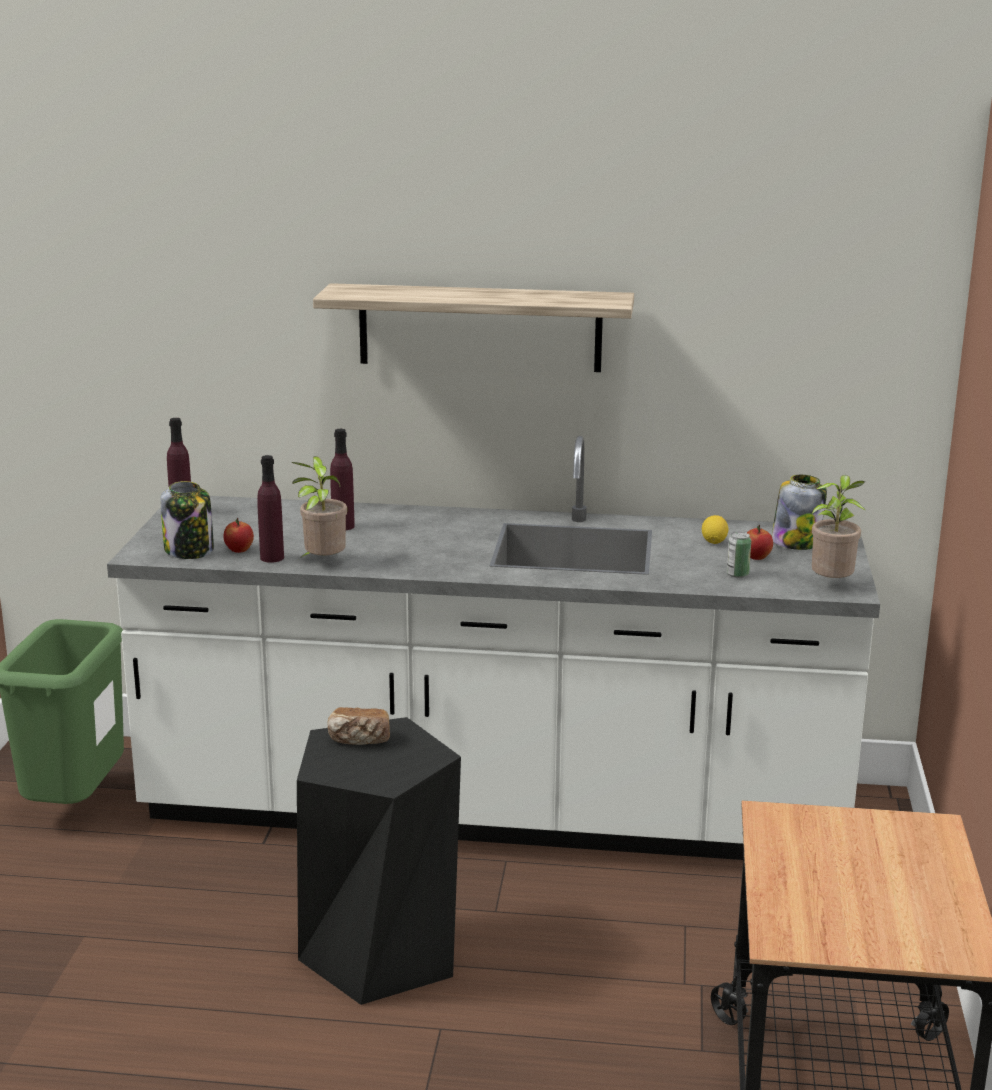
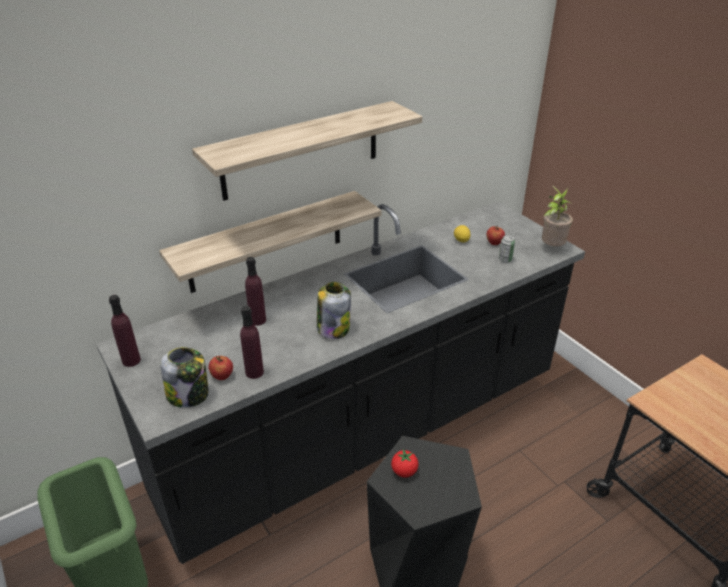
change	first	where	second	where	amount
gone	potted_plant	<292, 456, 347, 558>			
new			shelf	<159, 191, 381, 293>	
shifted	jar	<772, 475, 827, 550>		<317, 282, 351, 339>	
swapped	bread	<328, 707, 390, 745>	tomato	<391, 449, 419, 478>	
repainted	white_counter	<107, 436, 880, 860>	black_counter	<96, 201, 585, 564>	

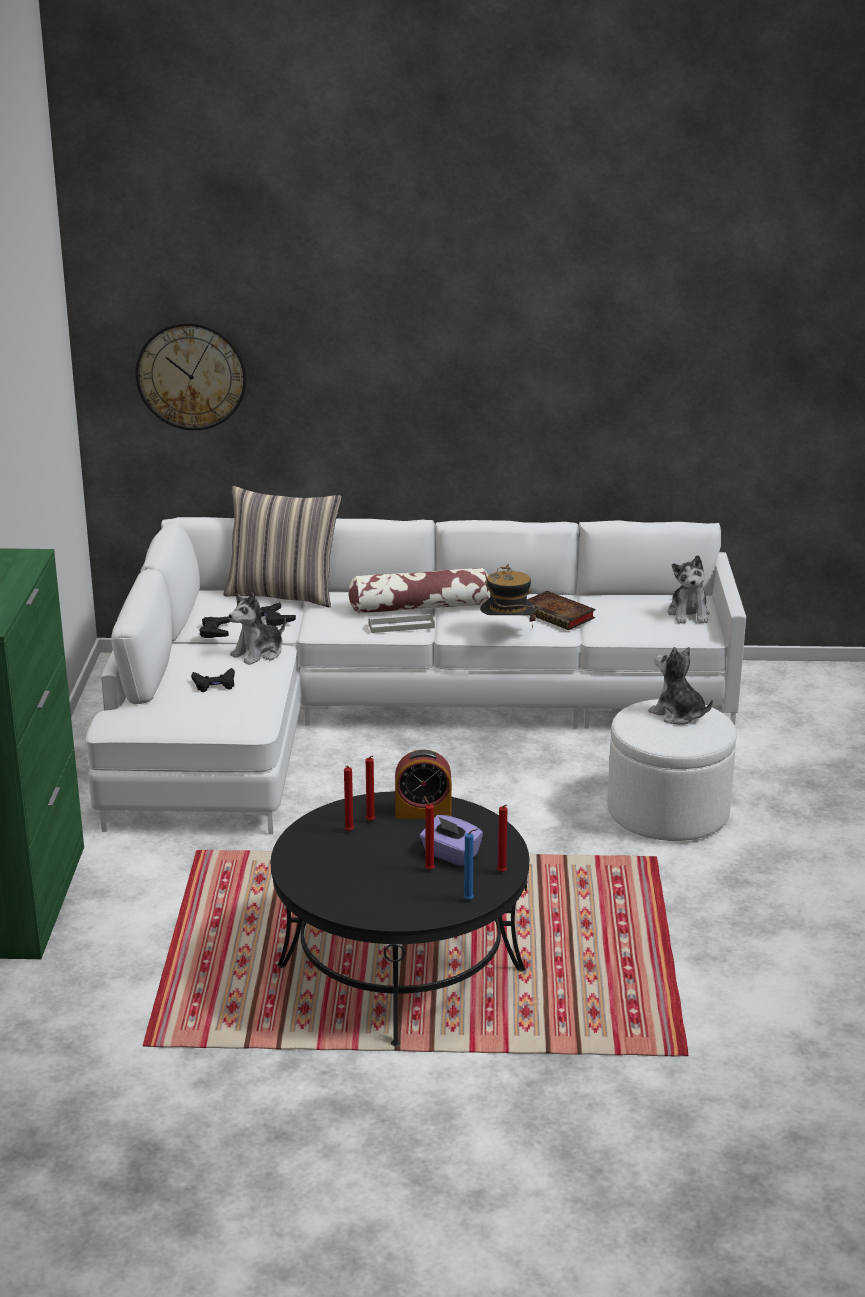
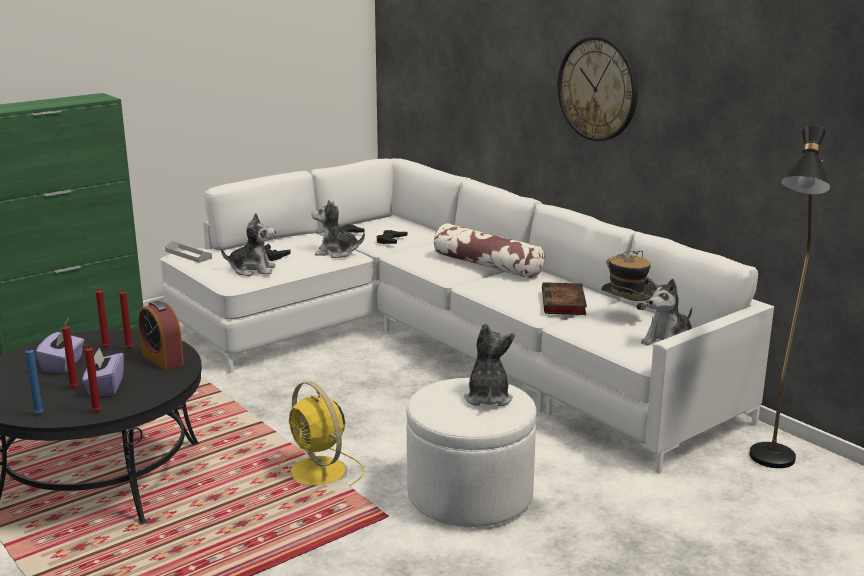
change	first	where	second	where	amount
gone	pillow	<223, 486, 341, 607>			
new			purple_tissue_box	<35, 332, 84, 373>	
new			plush_toy	<221, 213, 276, 276>	
new			yellow_fan	<276, 381, 364, 486>	
new			black_floor_lamp	<750, 125, 831, 468>	
shifted	wall_clock	<135, 322, 247, 430>		<558, 36, 638, 141>	
shifted	grey_tray	<369, 614, 435, 633>		<165, 241, 212, 263>	
shifted	hat	<480, 564, 539, 629>		<601, 250, 653, 320>	

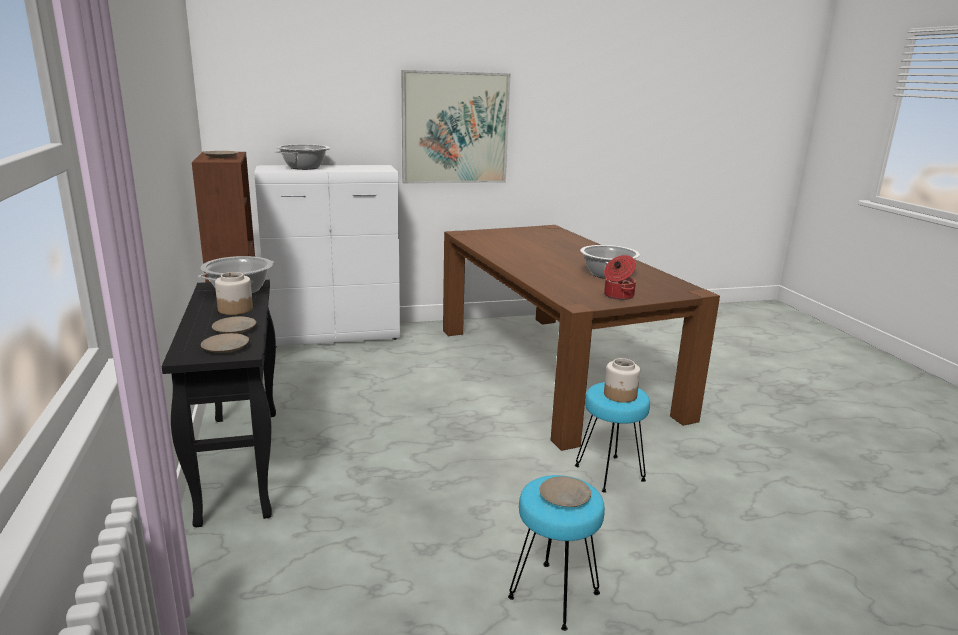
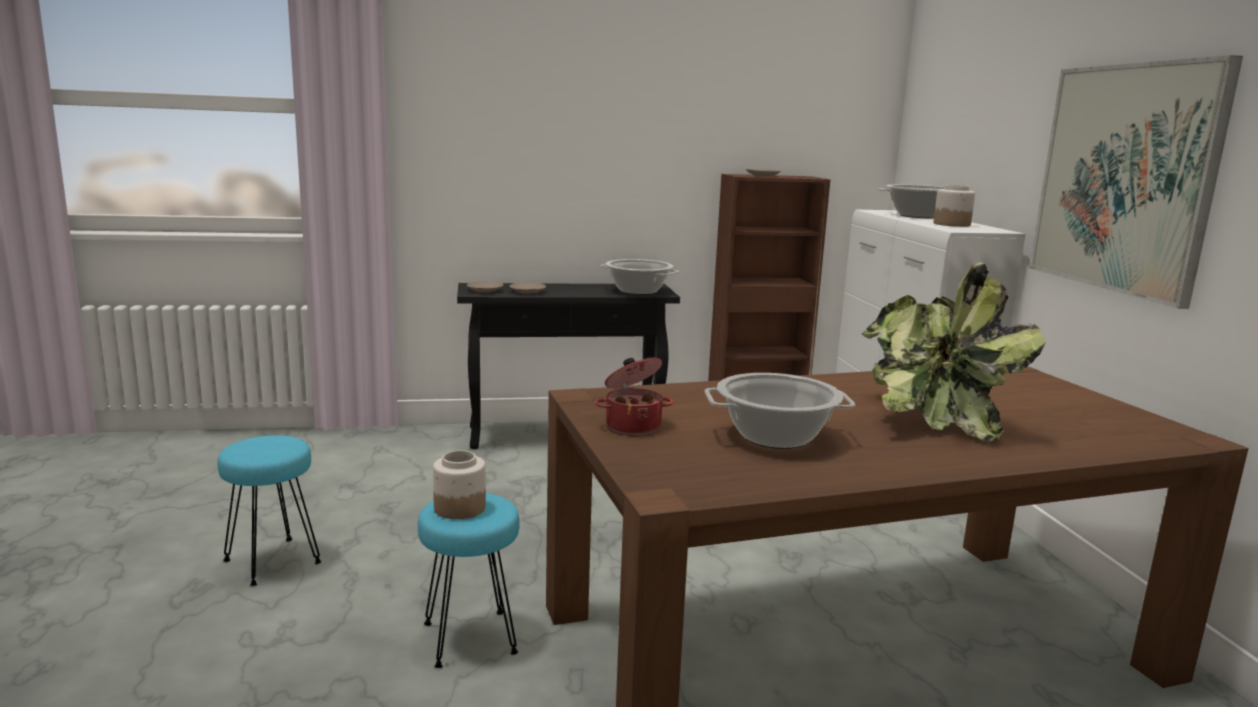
change	first	where	second	where	amount
gone	beige_plate	<540, 476, 591, 507>			
new			potted_plant	<862, 262, 1046, 441>	
shifted	jar	<215, 272, 253, 315>		<933, 185, 975, 227>	

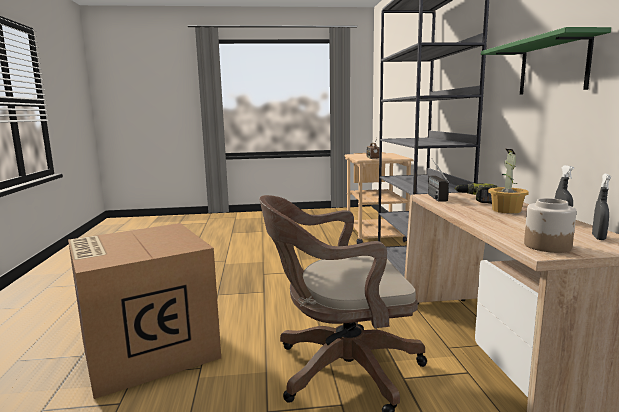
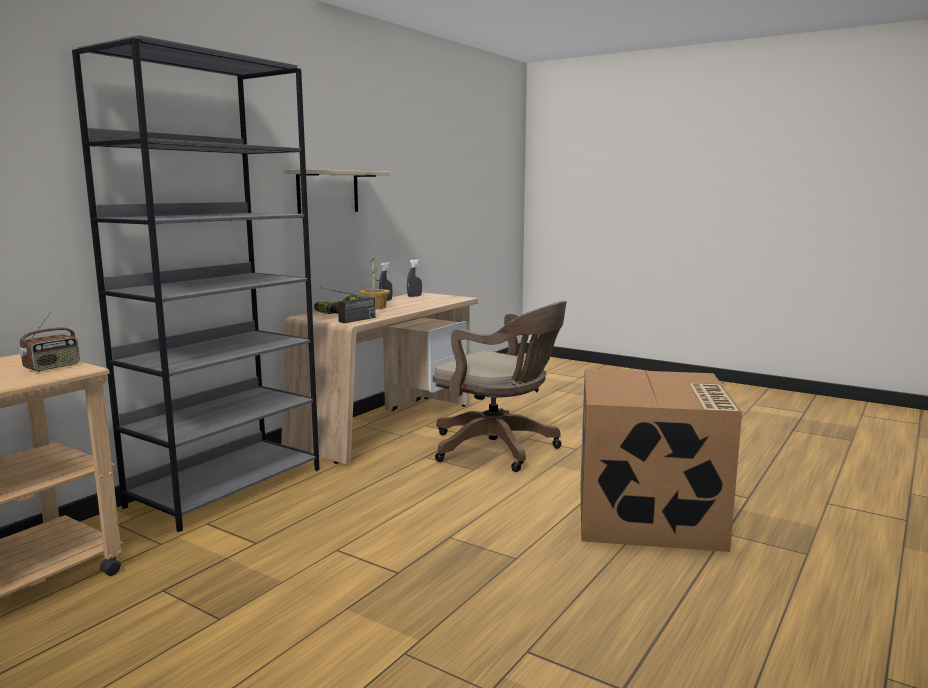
change	first	where	second	where	amount
gone	jar	<524, 198, 576, 253>			
repainted	green_shelf	<481, 27, 611, 95>	beige_shelf	<284, 169, 390, 214>	

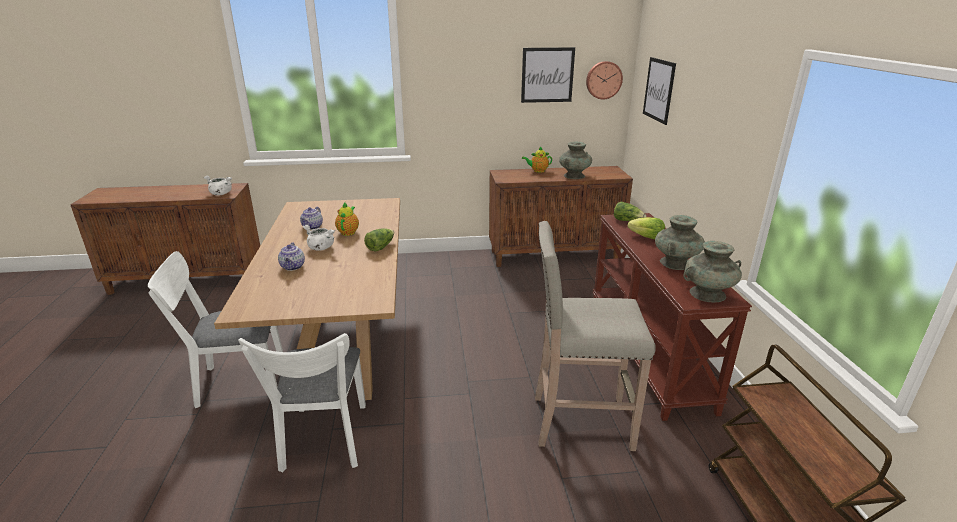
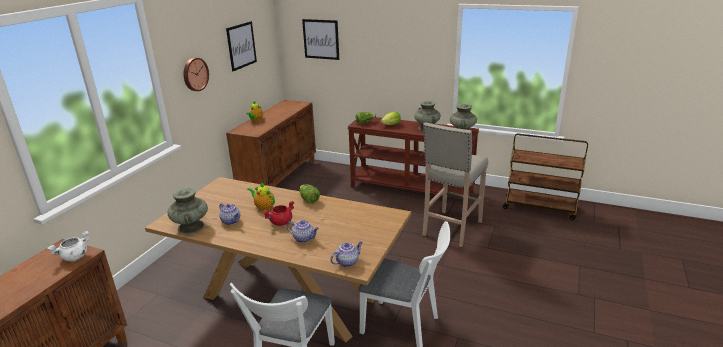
change	first	where	second	where	amount
new			teapot	<330, 241, 363, 267>	
shifted	turquoise_vase	<559, 142, 592, 179>		<167, 188, 208, 233>	
shifted	wall_clock	<586, 61, 623, 100>		<184, 58, 209, 91>	
repainted	white_cooking_pot	<303, 225, 335, 251>	red_cooking_pot	<262, 201, 295, 226>	

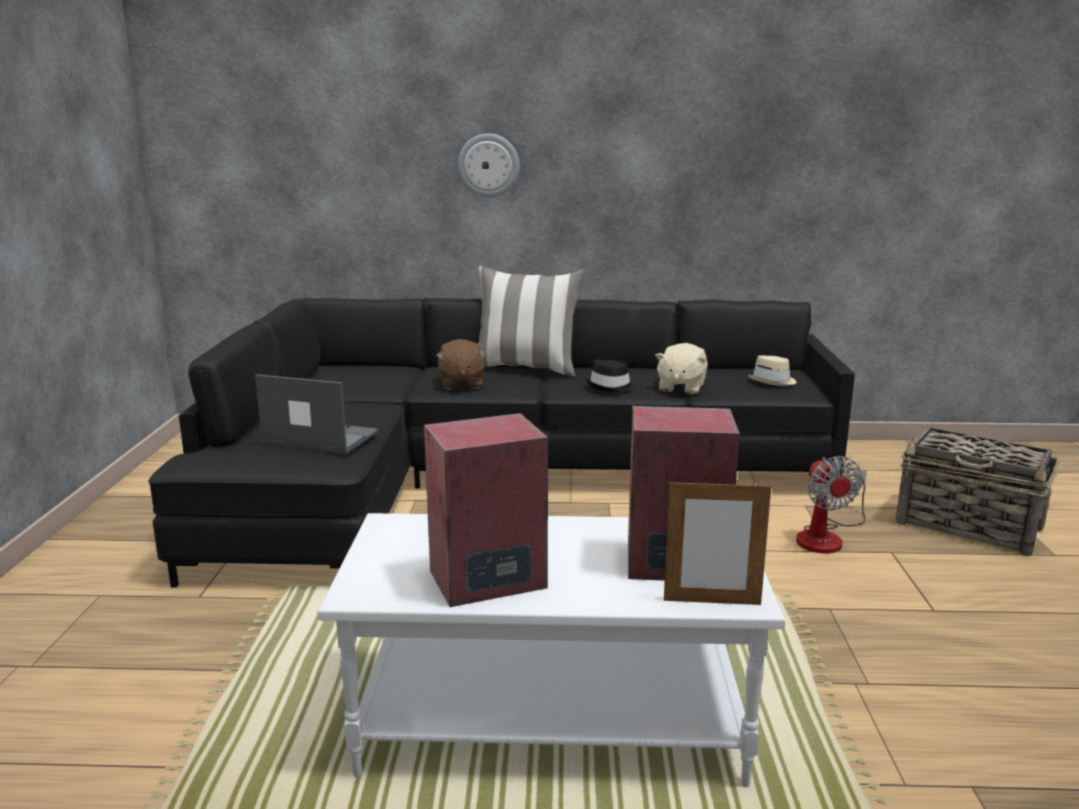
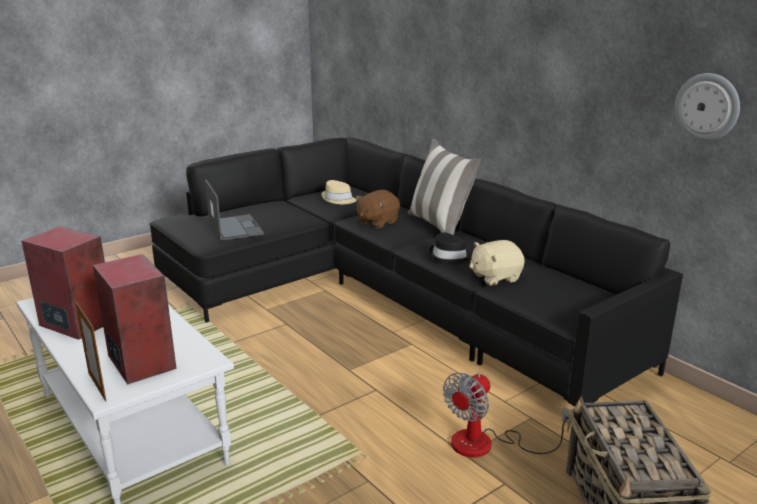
change	first	where	second	where	amount
shifted	wall_clock	<458, 133, 519, 197>		<675, 73, 740, 141>	
shifted	beige_hat	<748, 355, 796, 386>		<321, 180, 357, 204>	

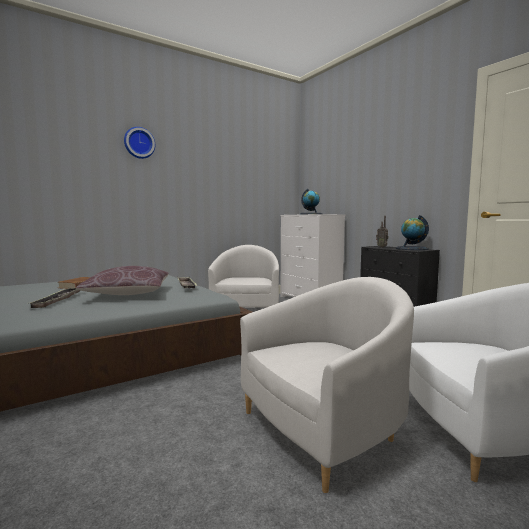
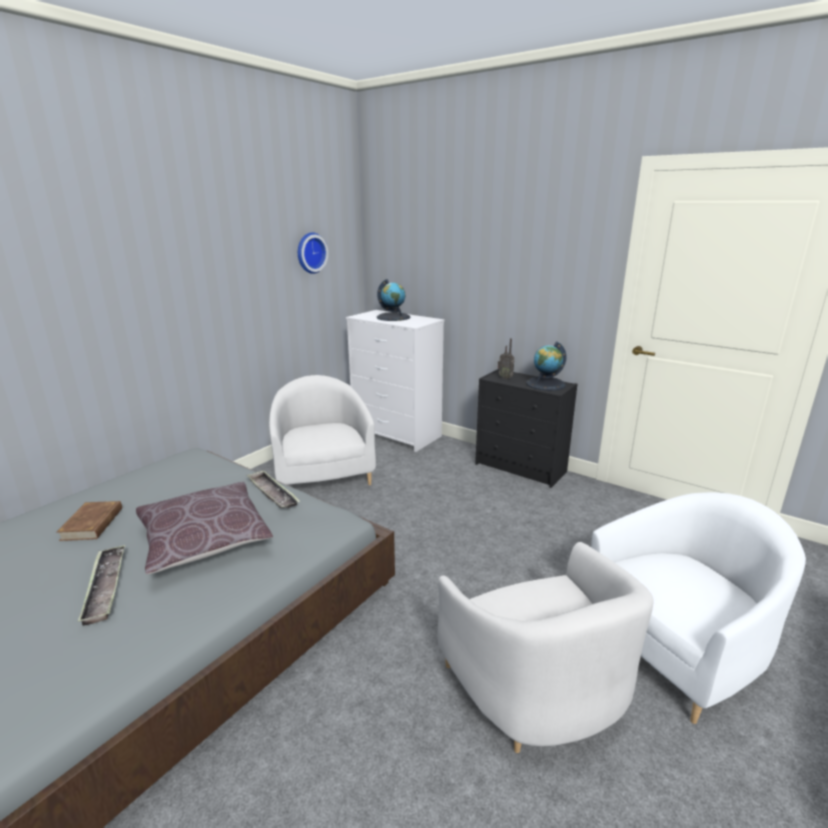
change	first	where	second	where	amount
shifted	wall_clock	<124, 127, 155, 159>		<298, 232, 328, 274>	
rotated	white_armchair	<240, 277, 414, 493>		<438, 542, 654, 753>	120 degrees clockwise

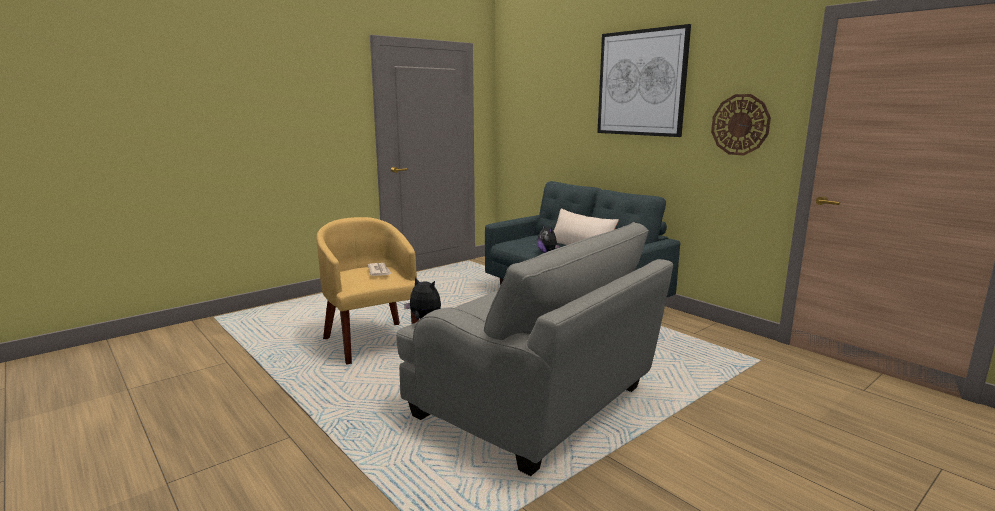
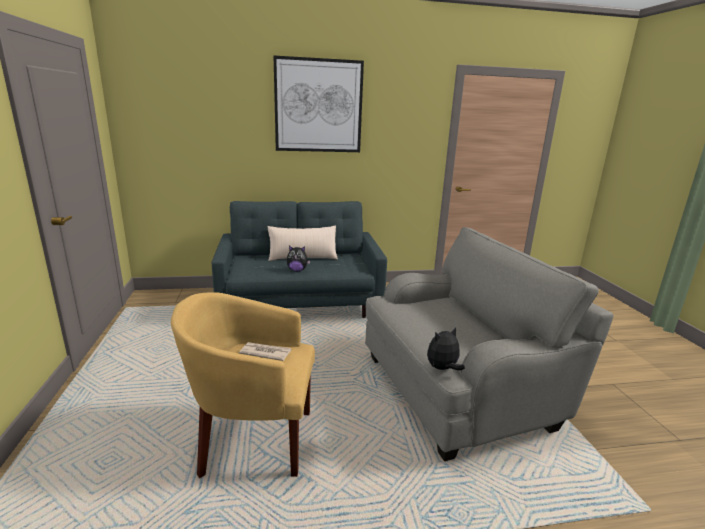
change	first	where	second	where	amount
gone	wall_clock	<711, 94, 771, 156>			

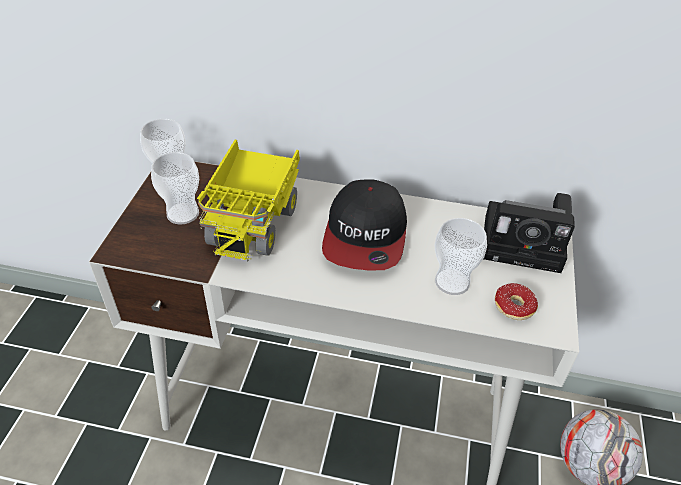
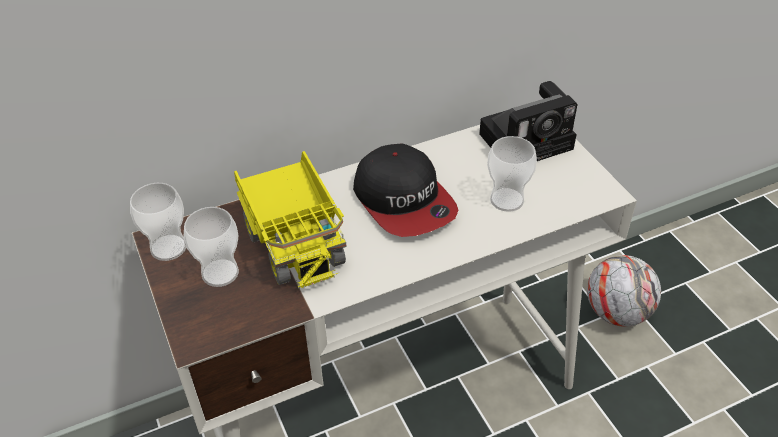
change	first	where	second	where	amount
gone	donut	<495, 283, 538, 320>			

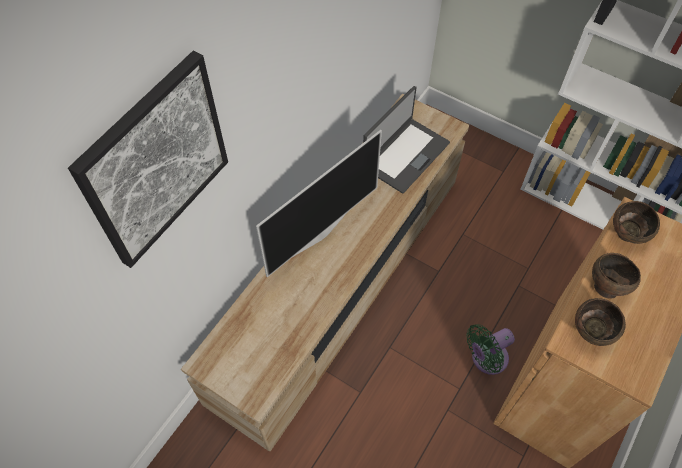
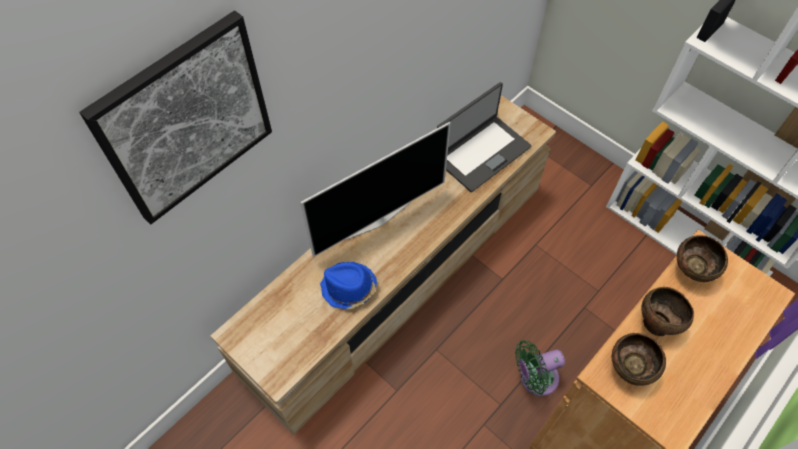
change	first	where	second	where	amount
new			blue_hat	<320, 262, 377, 309>	

